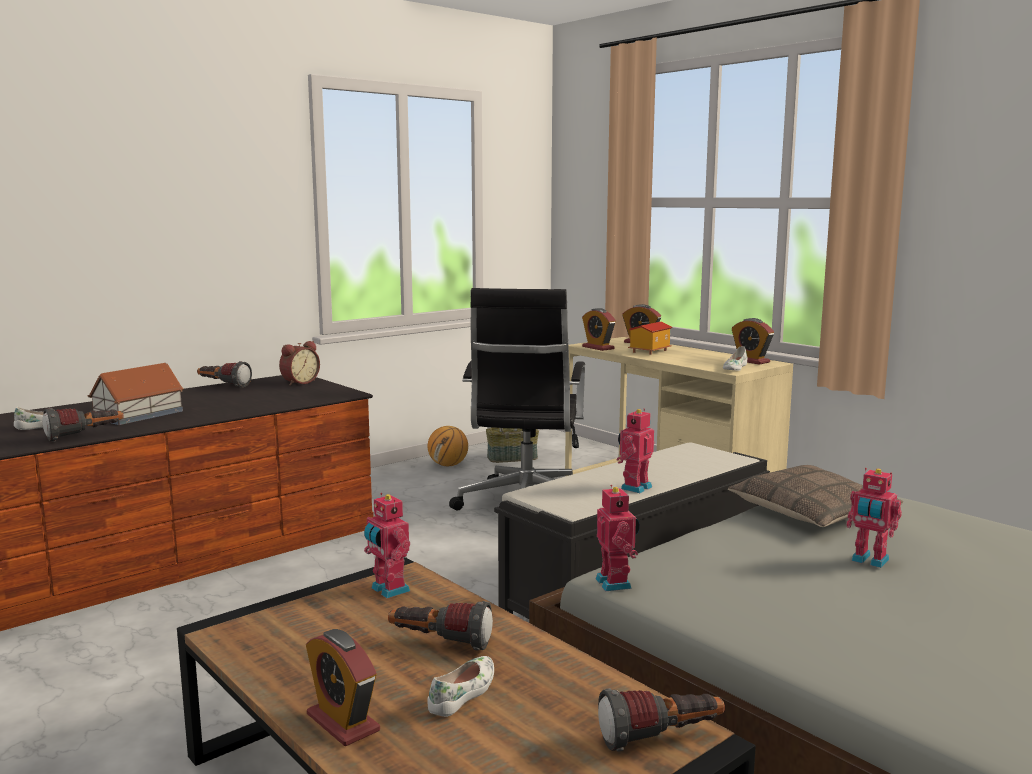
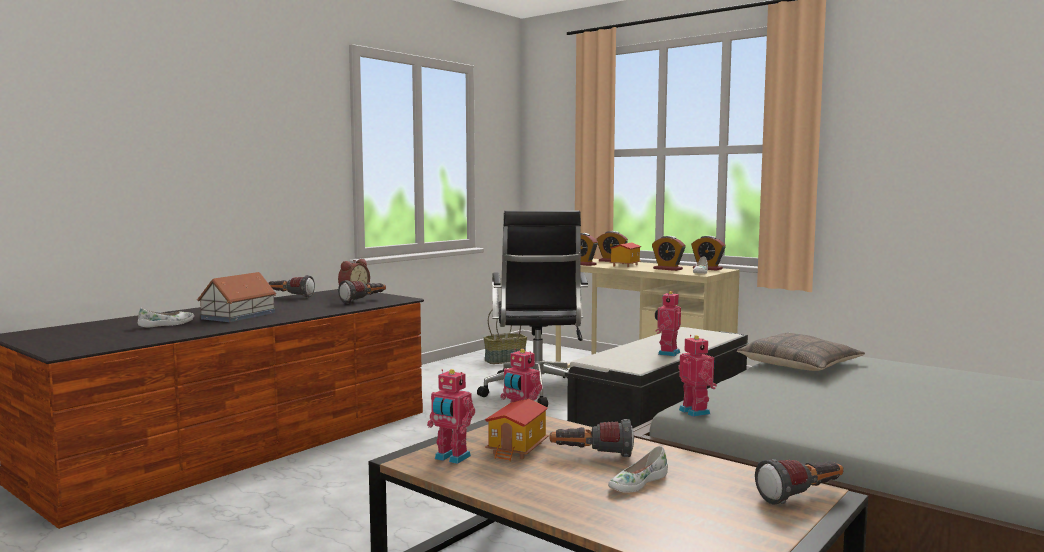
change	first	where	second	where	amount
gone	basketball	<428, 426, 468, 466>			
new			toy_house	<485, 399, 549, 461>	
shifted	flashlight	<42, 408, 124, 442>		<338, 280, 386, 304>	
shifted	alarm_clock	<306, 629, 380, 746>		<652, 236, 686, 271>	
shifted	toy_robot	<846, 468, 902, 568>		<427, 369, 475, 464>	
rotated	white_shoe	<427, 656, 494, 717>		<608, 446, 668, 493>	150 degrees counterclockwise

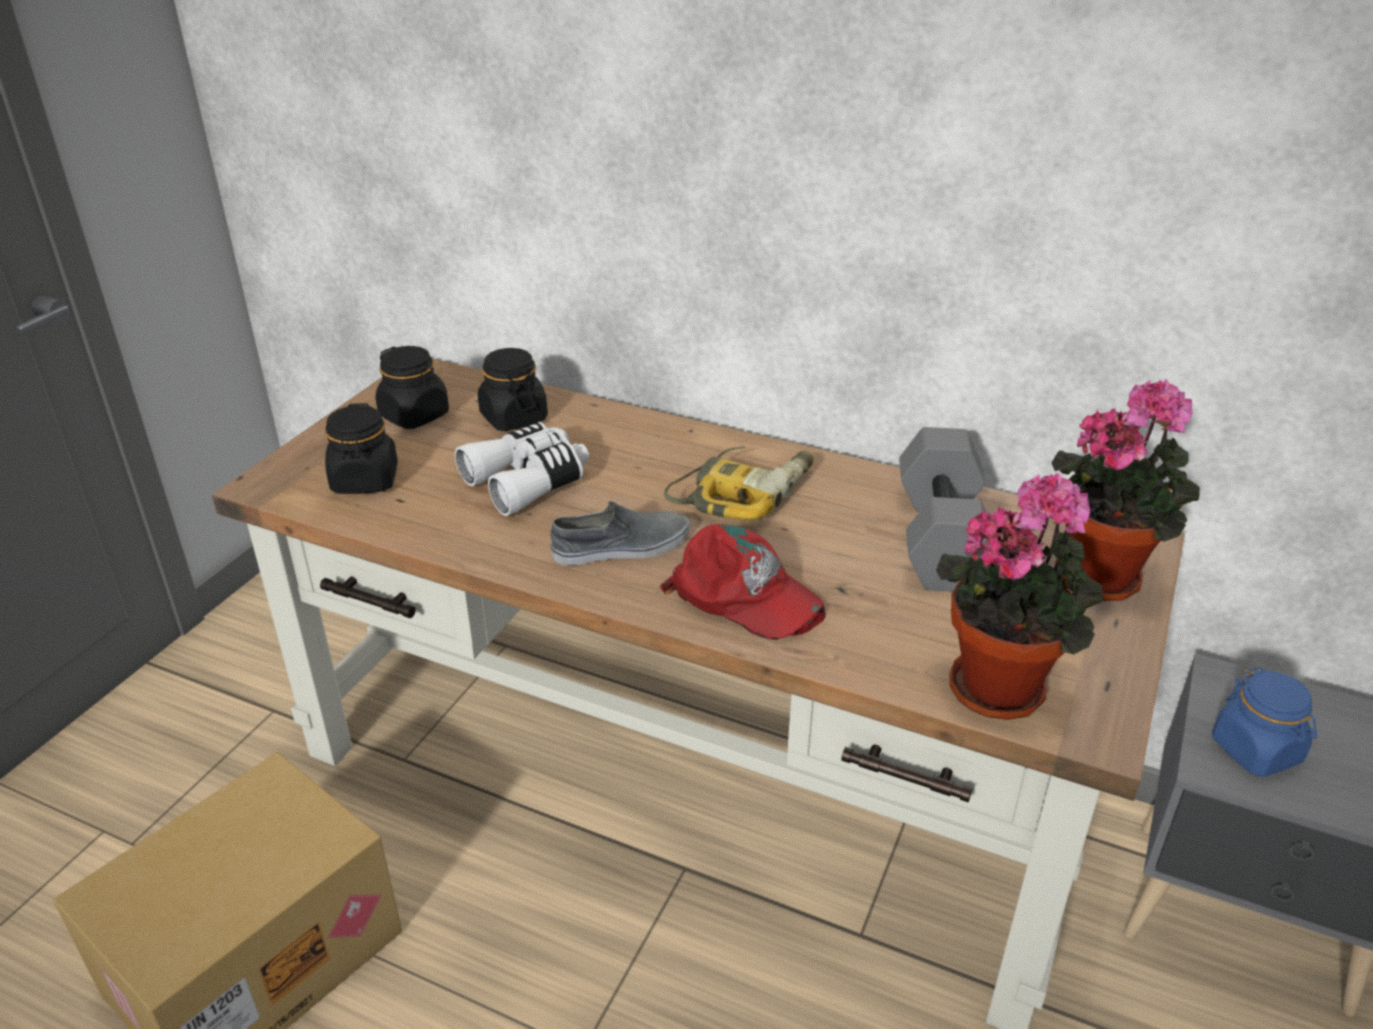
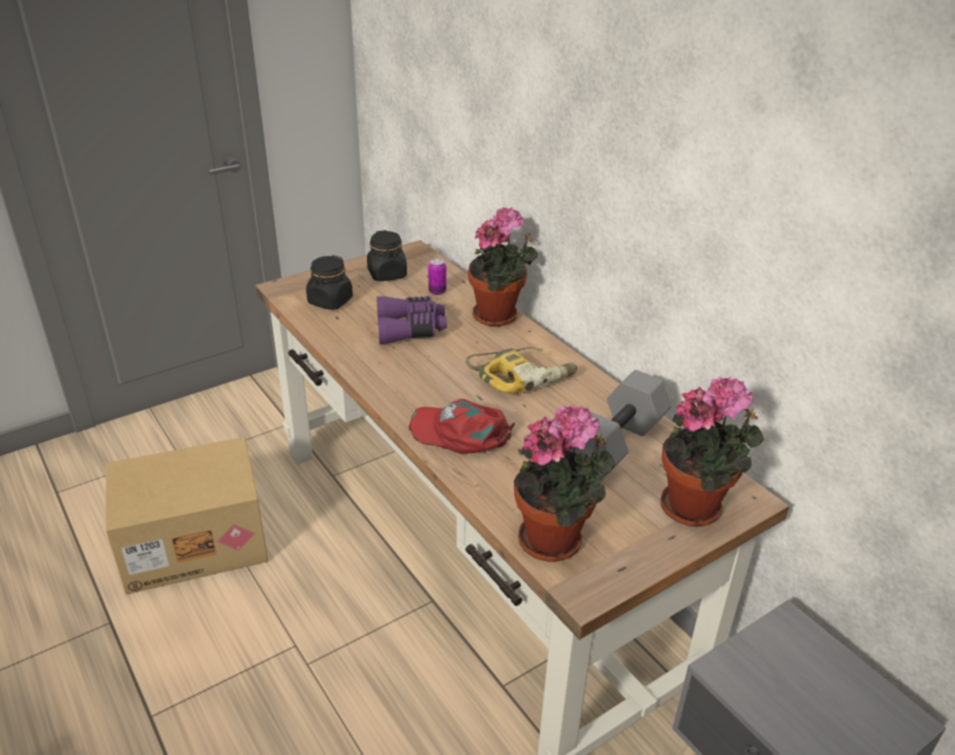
change	first	where	second	where	amount
gone	grey_shoe	<550, 501, 690, 565>			
gone	blue_jar	<1212, 667, 1317, 777>			
new			potted_plant	<468, 207, 538, 327>	
swapped	black_jar	<478, 348, 548, 431>	can	<428, 258, 446, 295>	
repainted	white_binoculars	<455, 422, 589, 516>	purple_binoculars	<377, 296, 447, 344>	
rotated	red_cap	<660, 524, 826, 640>		<409, 399, 515, 454>	135 degrees clockwise

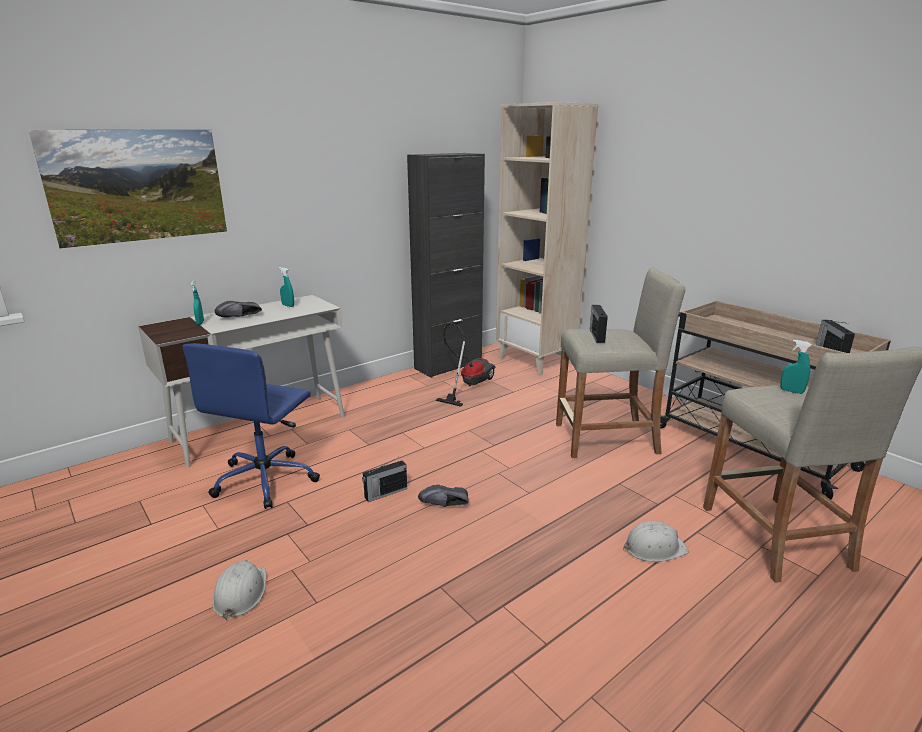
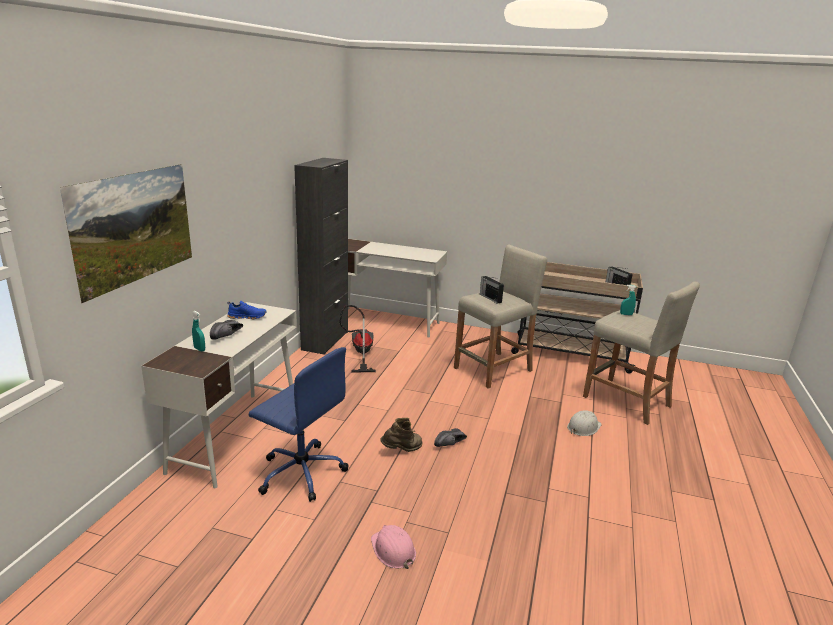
change	first	where	second	where	amount
swapped	turquoise_spray_bottle	<279, 267, 294, 307>	blue_shoe	<227, 301, 267, 319>	
swapped	radio	<362, 457, 407, 502>	brown_boot	<380, 418, 422, 452>	
swapped	beige_bookcase	<496, 102, 598, 376>	white_desk	<348, 239, 447, 338>	
repainted	white_hard_hat	<212, 560, 266, 620>	pink_hard_hat	<371, 525, 416, 569>	
rotated	blue_office_chair	<182, 343, 320, 509>		<249, 347, 348, 502>	45 degrees counterclockwise

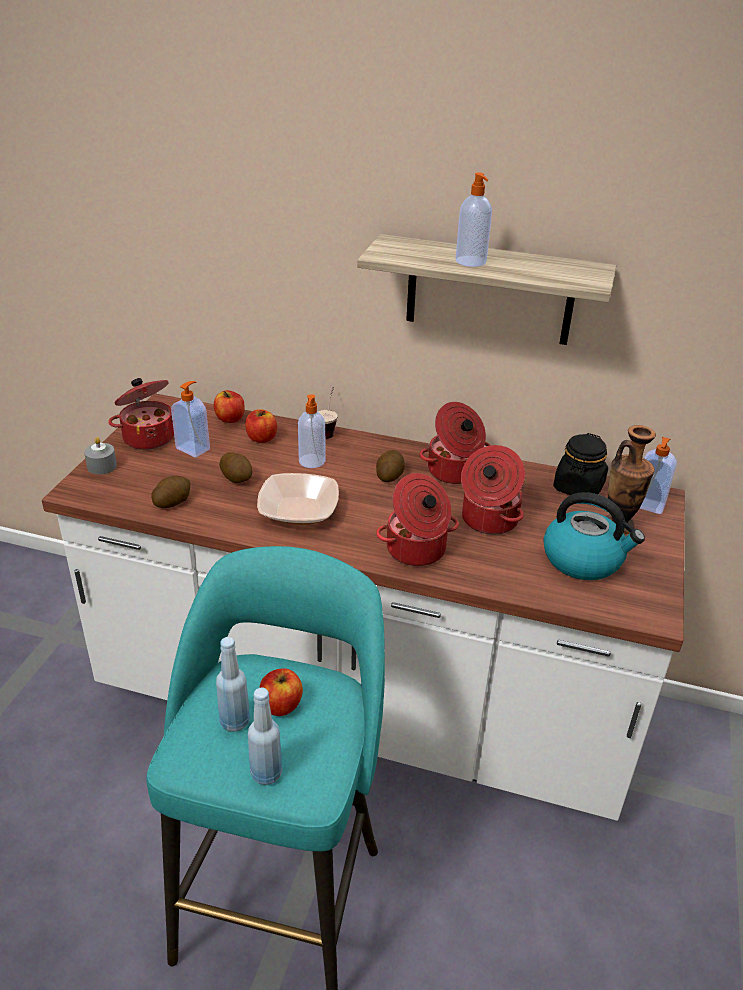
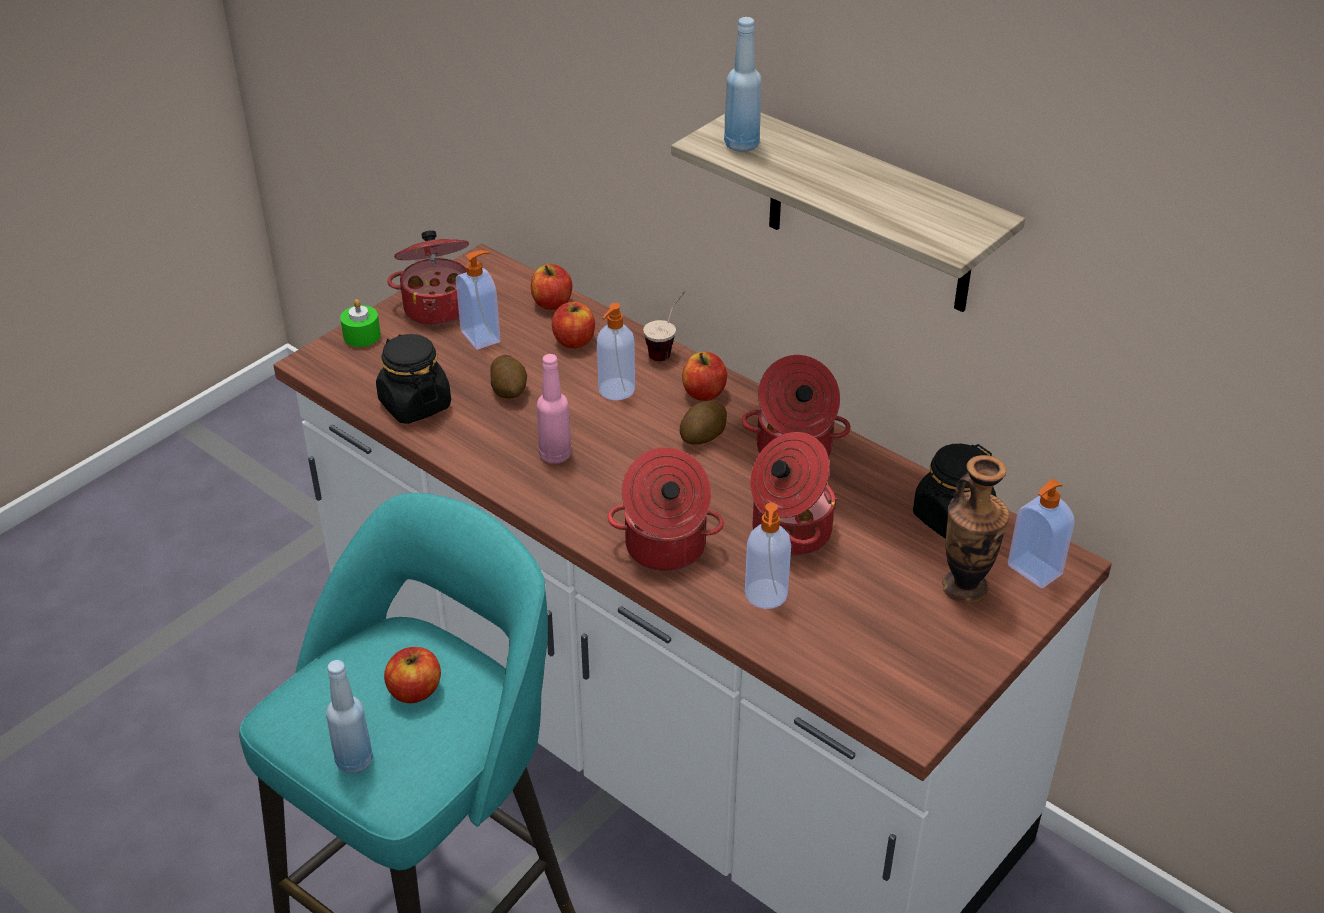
change	first	where	second	where	amount
gone	kettle	<543, 492, 645, 580>			
new			apple	<682, 352, 727, 401>	
shifted	blue_bottle	<216, 637, 250, 732>		<724, 17, 761, 152>	
shifted	soap_dispenser	<456, 172, 492, 267>		<745, 503, 791, 609>	
swapped	potato	<151, 476, 190, 508>	black_jar	<376, 334, 451, 424>	
swapped	bowl	<257, 473, 339, 525>	pink_bottle	<537, 354, 572, 464>	
repainted	grey_candle	<84, 437, 117, 475>	green_candle	<340, 299, 381, 347>	

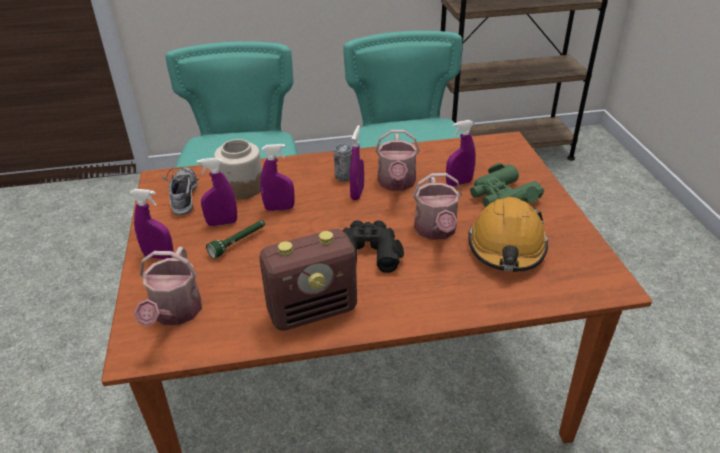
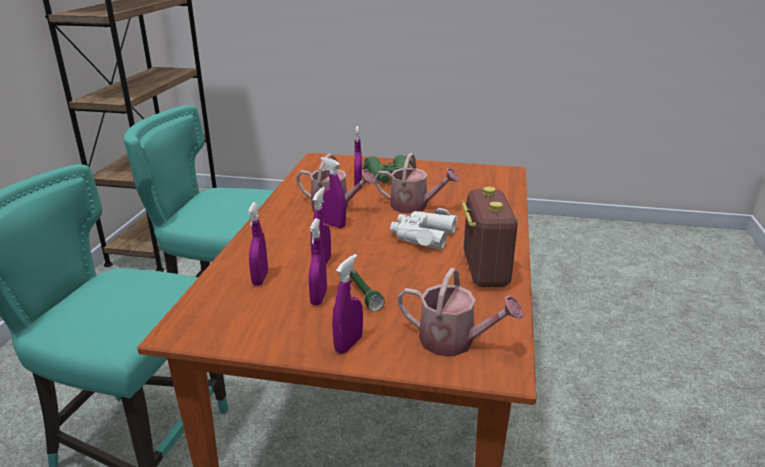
change	first	where	second	where	amount
gone	shoe	<160, 167, 200, 215>			
gone	can	<334, 143, 352, 181>			
gone	orange_hard_hat	<468, 197, 548, 272>			
swapped	jar	<214, 139, 262, 199>	purple_spray_bottle	<247, 202, 268, 286>	
repainted	black_binoculars	<343, 220, 404, 273>	white_binoculars	<390, 208, 458, 250>	

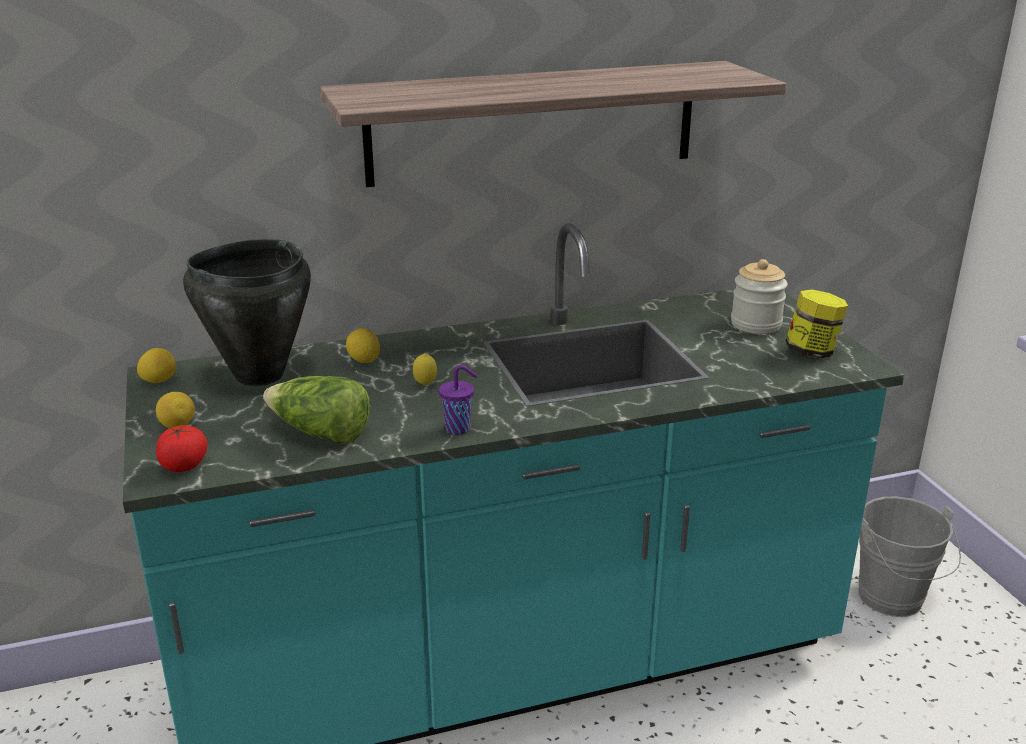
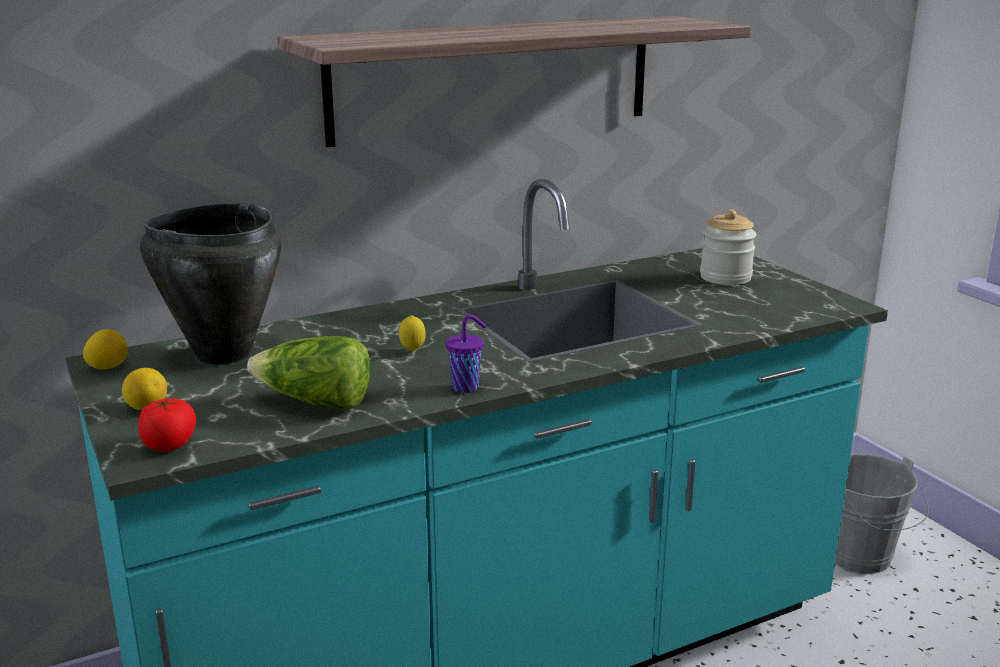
change	first	where	second	where	amount
gone	lemon	<346, 328, 380, 363>			
gone	jar	<786, 289, 848, 358>			

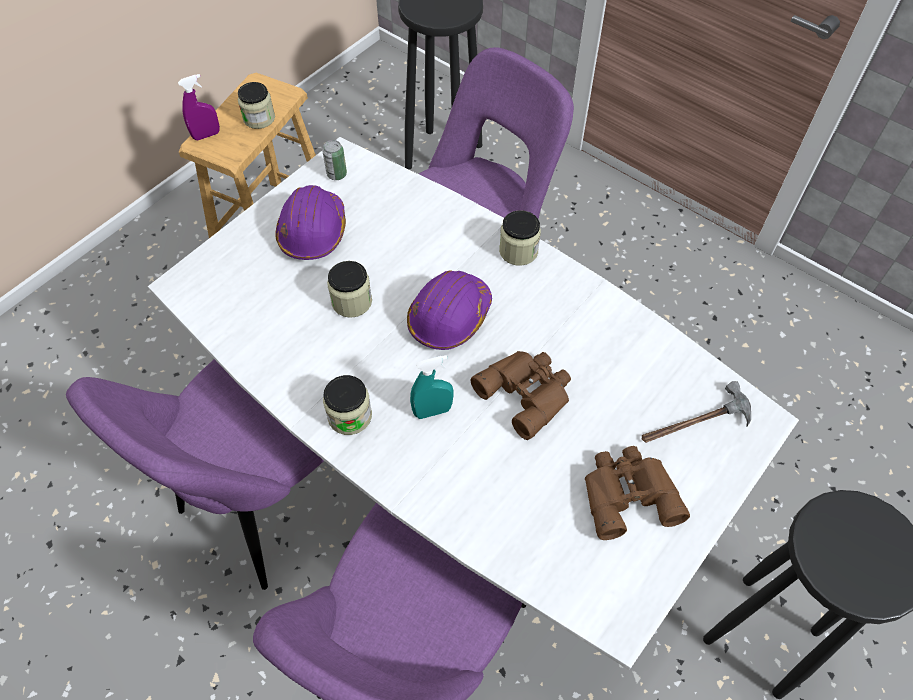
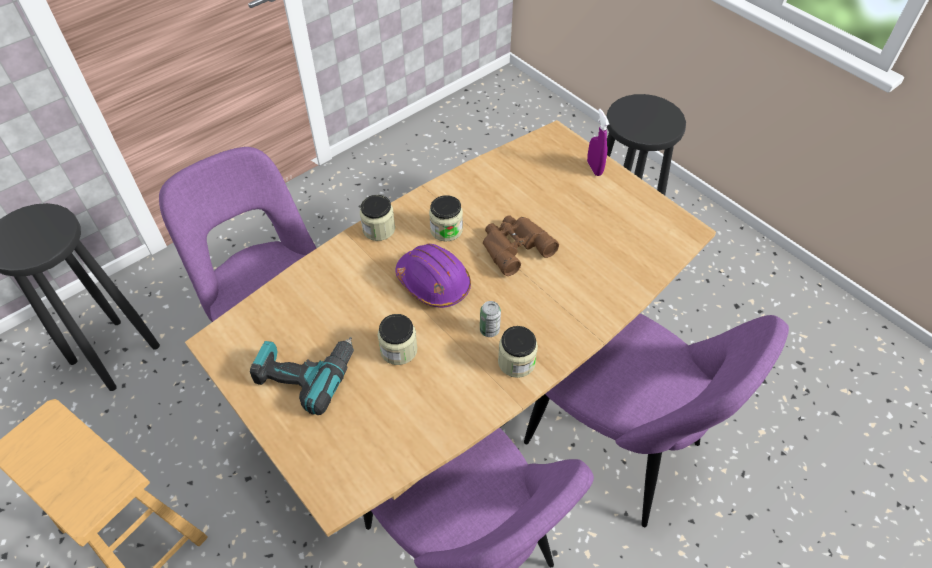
change	first	where	second	where	amount
gone	turquoise_spray_bottle	<410, 355, 454, 419>			
gone	brown_binoculars	<584, 446, 690, 540>			
gone	hammer	<642, 381, 751, 443>			
shifted	purple_spray_bottle	<178, 74, 220, 140>		<587, 109, 609, 176>	
shifted	jar	<238, 82, 275, 129>		<429, 195, 463, 241>	
shifted	can	<322, 140, 347, 180>		<480, 301, 501, 337>	
swapped	purple_hard_hat	<275, 185, 346, 260>	power_drill	<250, 337, 354, 415>	
repainted	white_dining_table	<148, 137, 799, 670>	brown_dining_table	<185, 120, 716, 537>	

